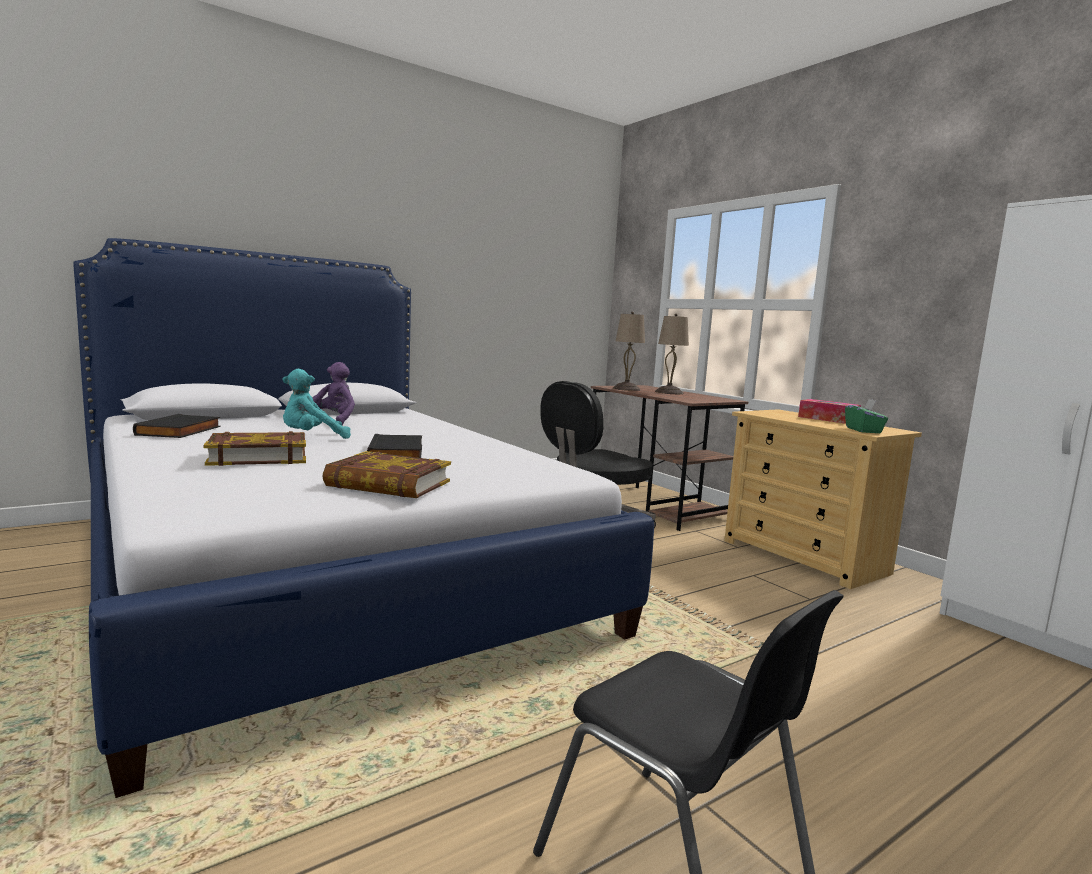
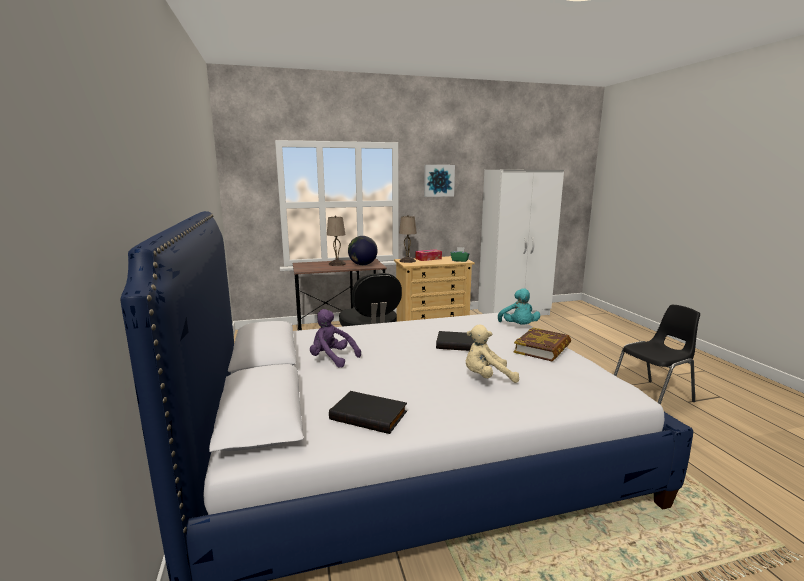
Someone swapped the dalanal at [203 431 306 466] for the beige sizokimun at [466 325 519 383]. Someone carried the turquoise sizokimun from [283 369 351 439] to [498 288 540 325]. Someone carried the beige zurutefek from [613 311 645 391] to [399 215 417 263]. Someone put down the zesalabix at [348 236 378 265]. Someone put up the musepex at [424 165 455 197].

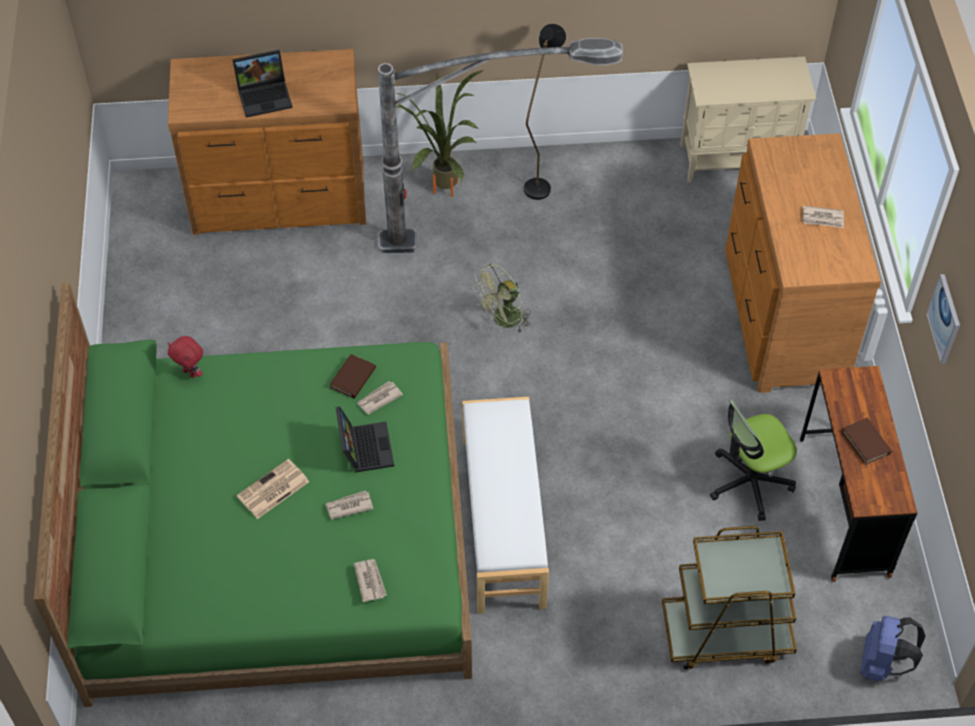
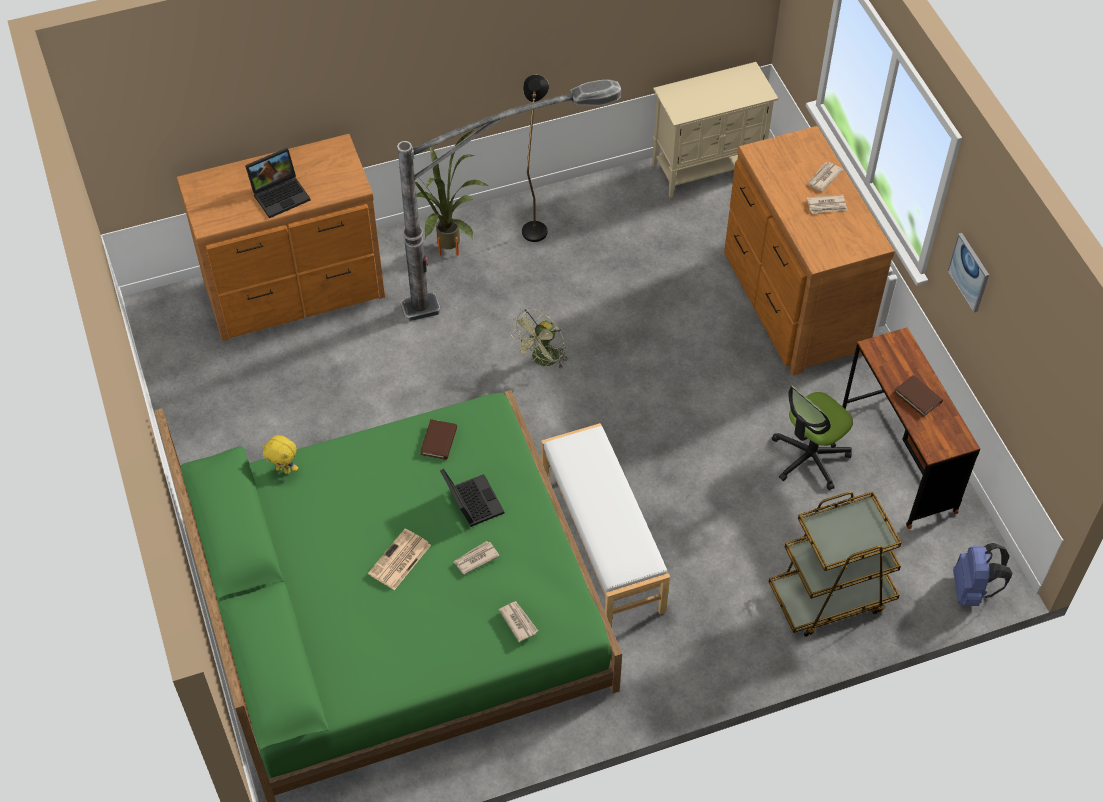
Someone repainted the red sizokimun at [168 336 203 378], which became the yellow sizokimun at [262 435 298 474]. Someone carried the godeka from [357 381 403 414] to [807 162 843 191].

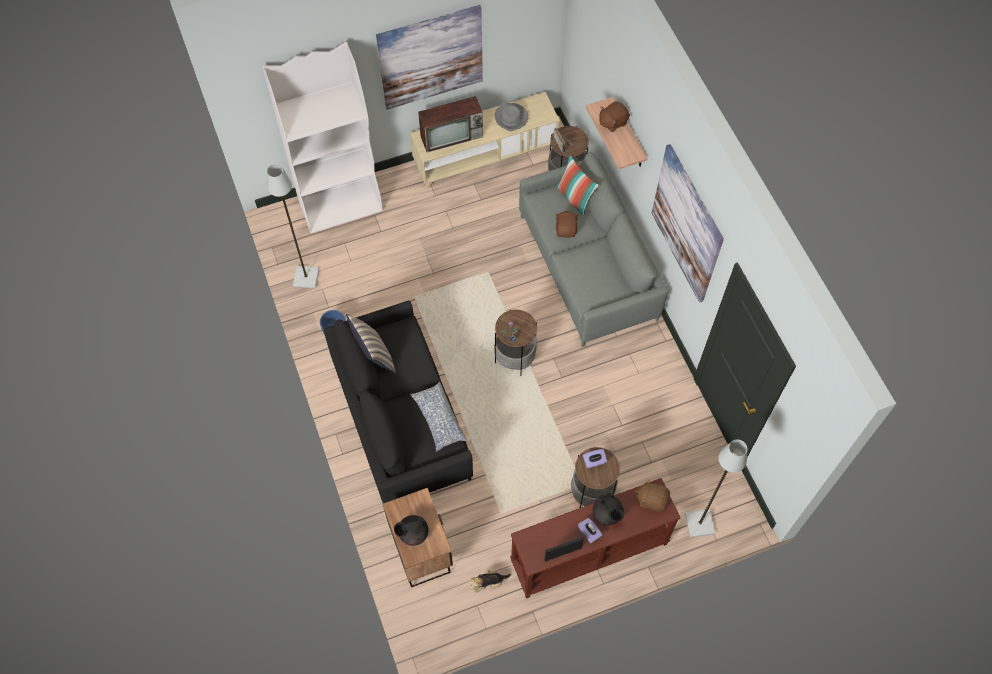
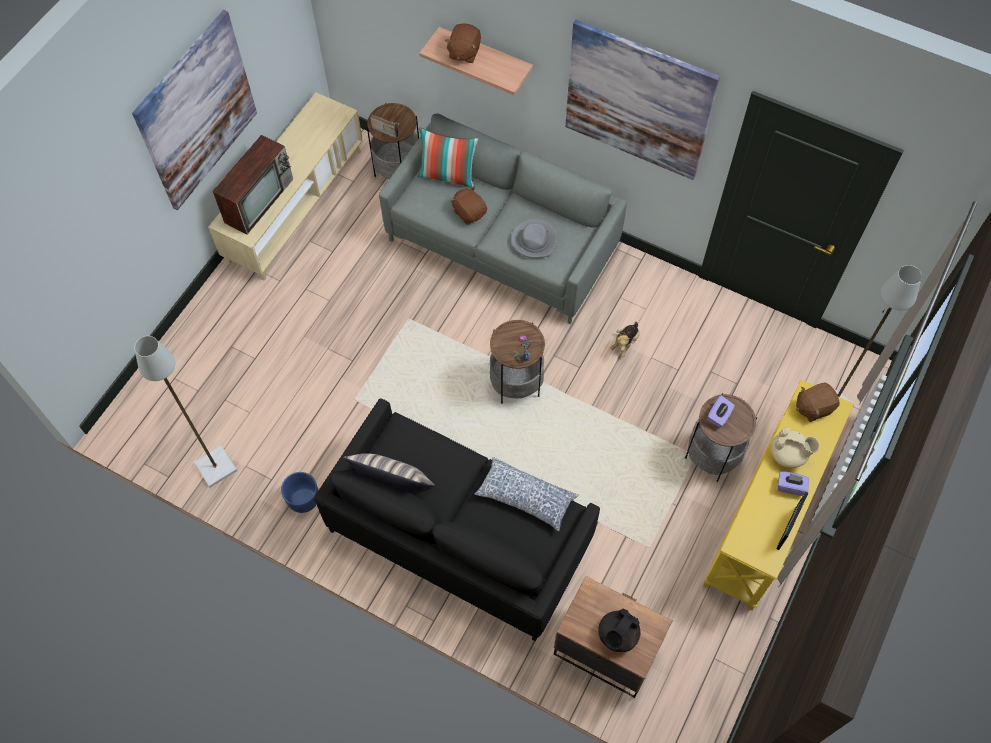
Someone took away the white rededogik at [262 42 383 233]. Someone carried the sizokimun from [470 570 511 593] to [610 321 640 357]. Someone carried the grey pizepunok from [494 103 528 131] to [511 219 558 258]. Someone repainted the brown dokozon at [510 478 680 598], which became the yellow dokozon at [703 380 854 610]. Someone repainted the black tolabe at [593 493 624 525], which became the beige tolabe at [771 428 820 468].

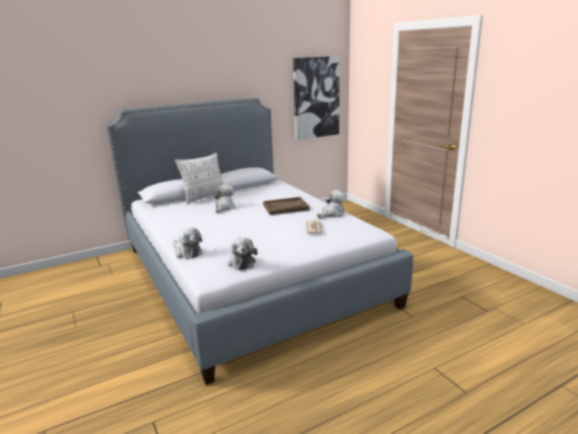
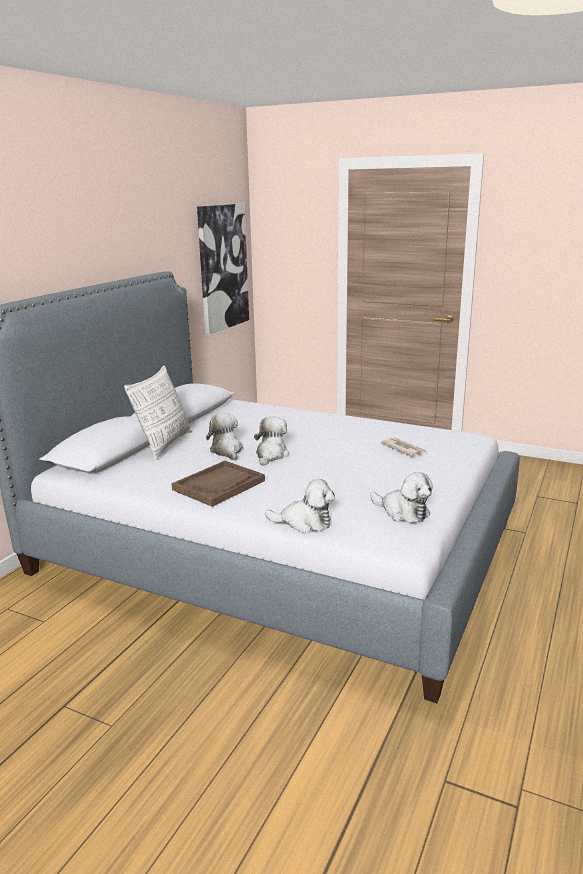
Someone carried the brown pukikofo from [263 197 310 215] to [171 461 265 507]. Someone carried the sizokimun from [317 190 346 218] to [254 417 289 466].

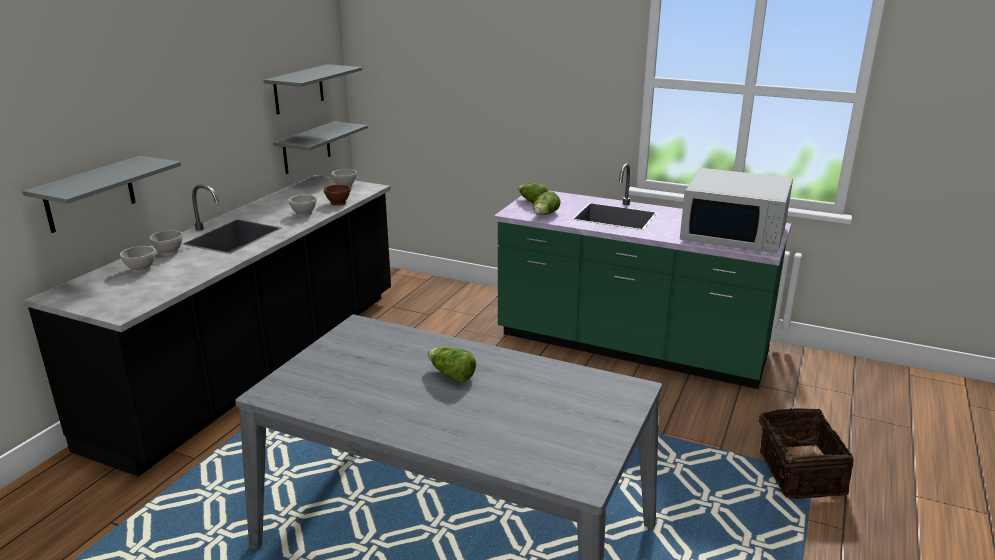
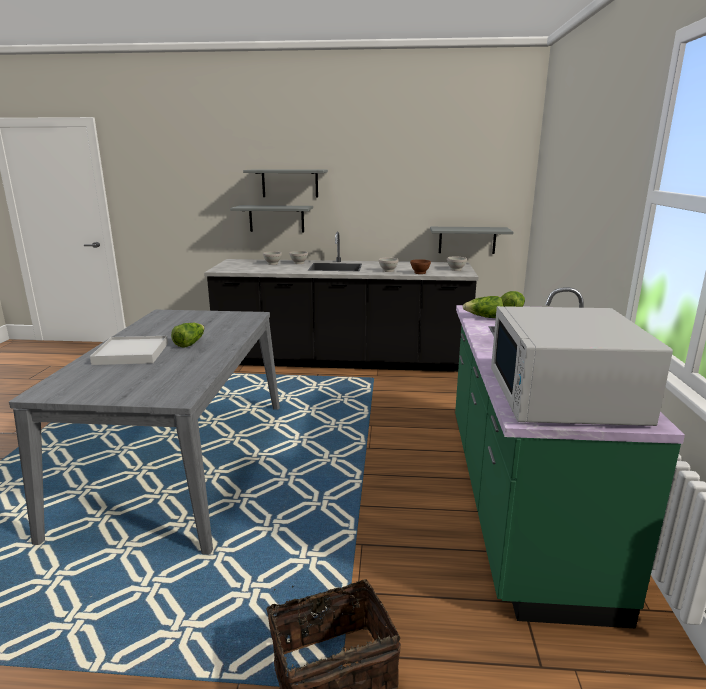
Someone carried the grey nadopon from [263 64 362 115] to [243 169 328 197]. Someone put down the white pukikofo at [90 336 168 365].

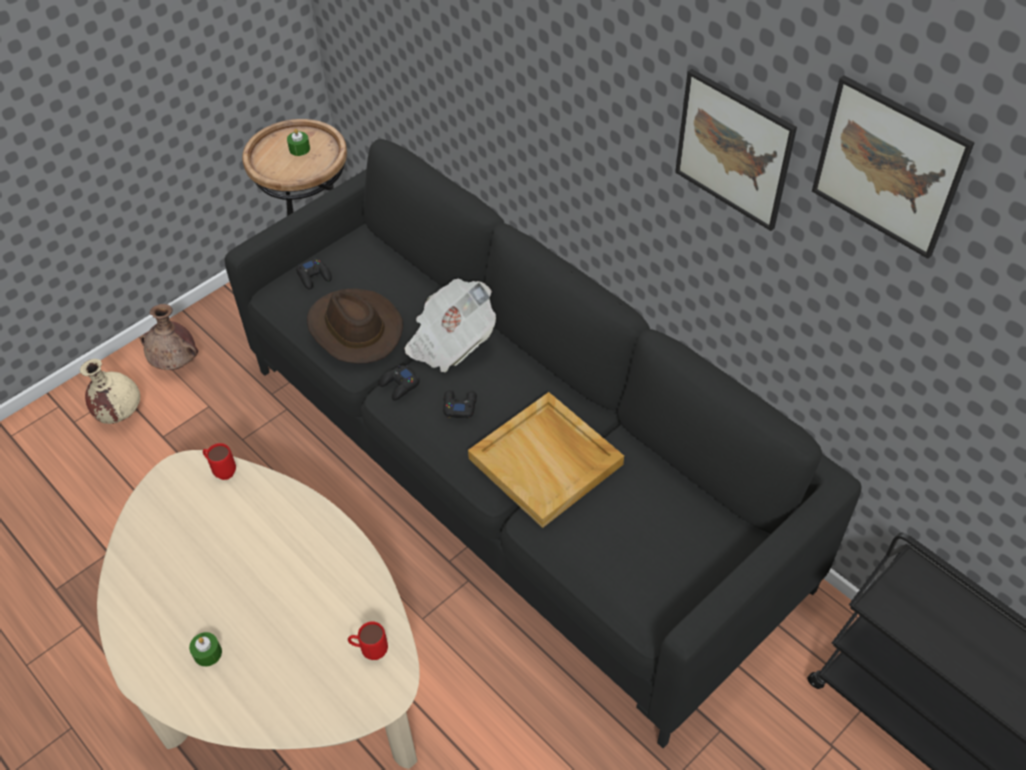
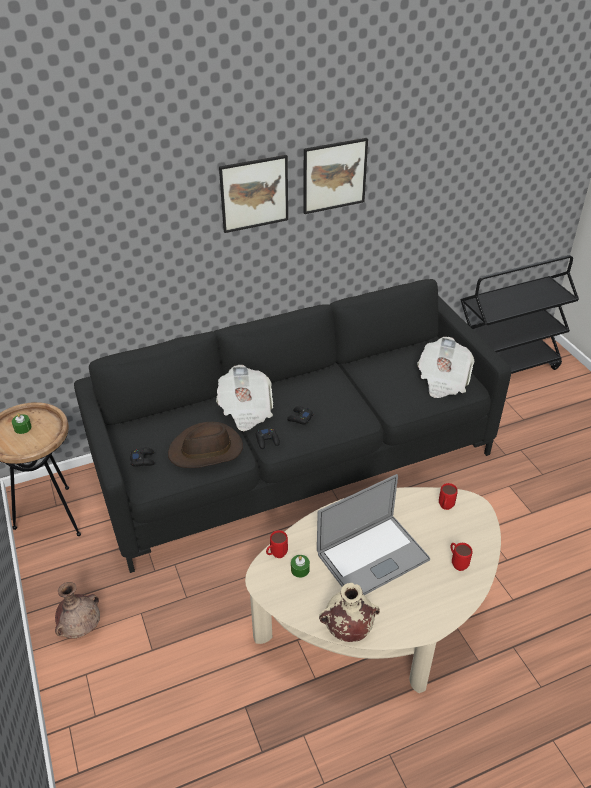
Someone carried the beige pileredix from [80 359 140 424] to [319 583 380 642]. Someone carried the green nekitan from [189 632 222 667] to [291 555 310 578]. Someone took away the beige pukikofo at [468 392 624 528]. Someone carried the musepex from [812 75 975 259] to [219 155 288 233]. Someone put down the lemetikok at [317 474 430 595]. Someone put down the godeka at [417 337 474 398]. Someone put down the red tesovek at [450 543 472 571].

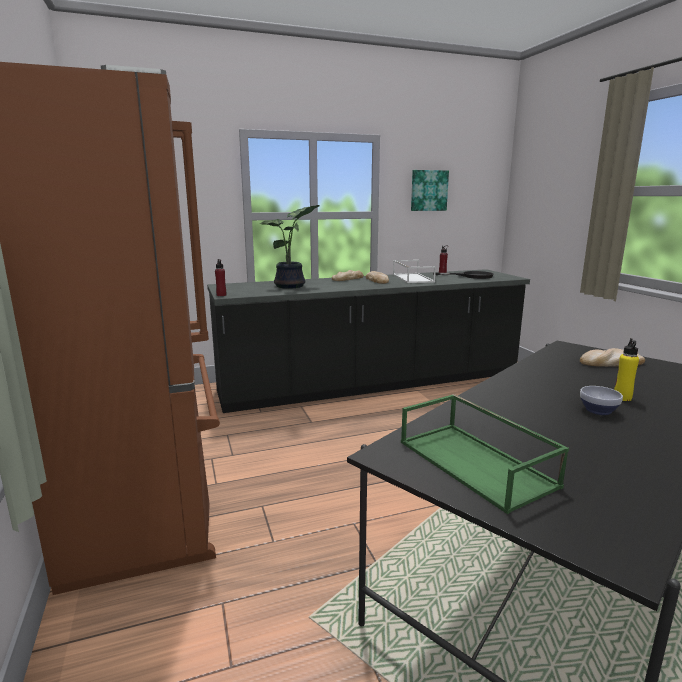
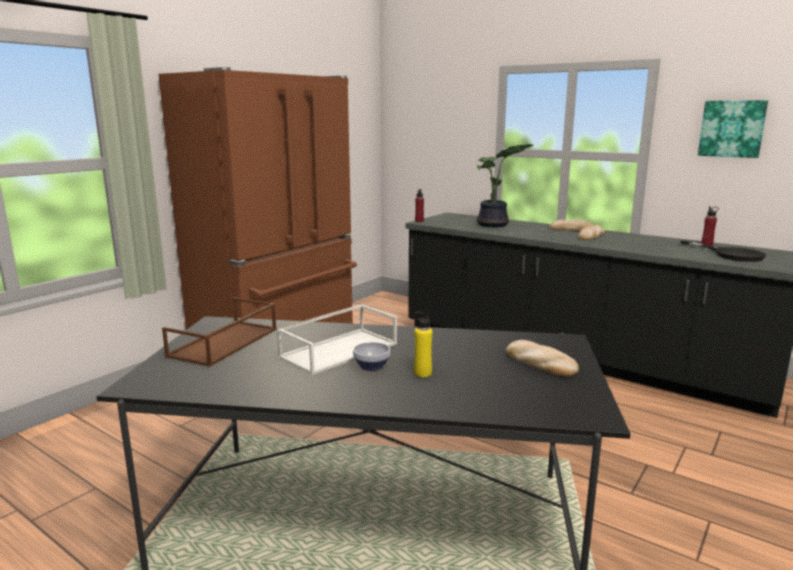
Someone carried the white pukikofo from [393 260 436 283] to [276 304 397 375]. Someone repainted the green pukikofo at [401 394 569 514], which became the brown pukikofo at [162 297 277 367].

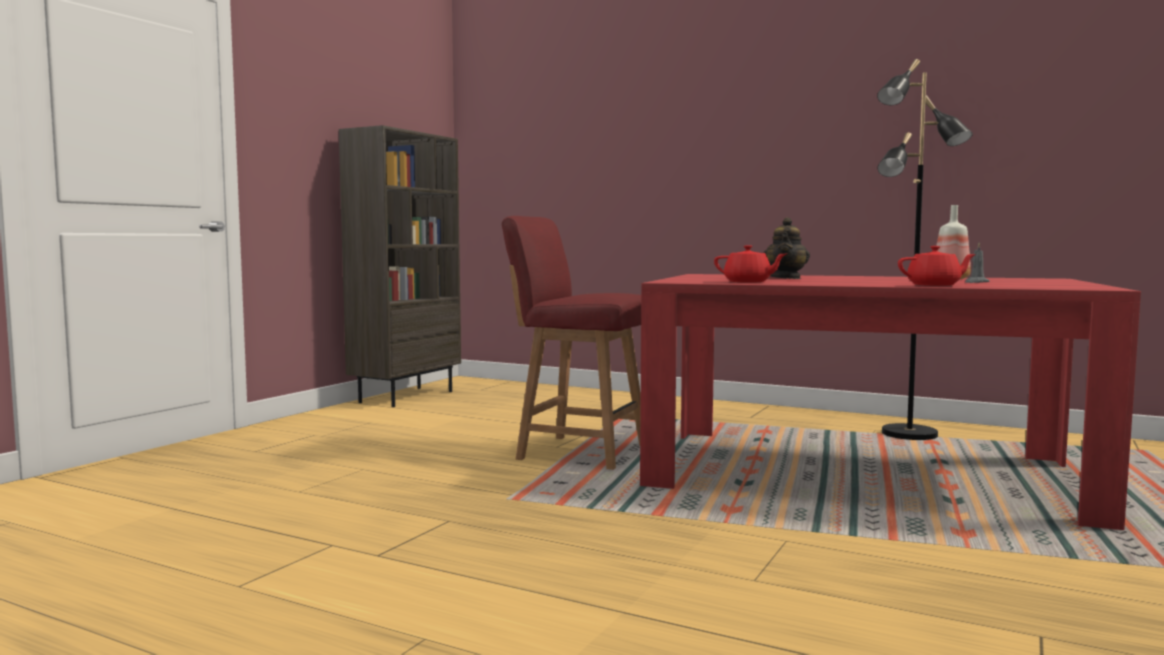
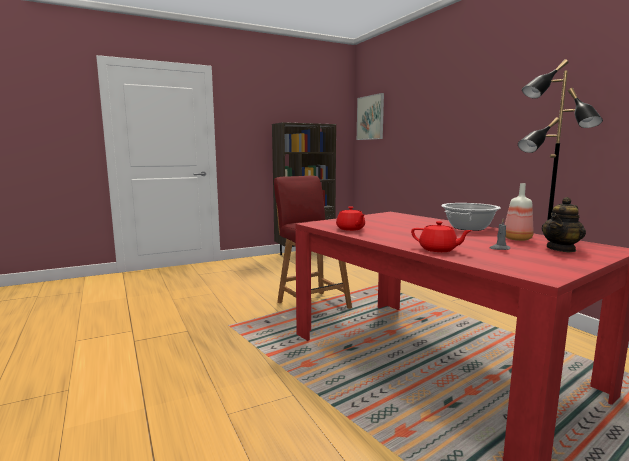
Someone carried the tolabe from [763 217 810 279] to [542 197 586 252]. Someone put up the musepex at [357 93 384 140]. Someone put down the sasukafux at [441 203 501 231].

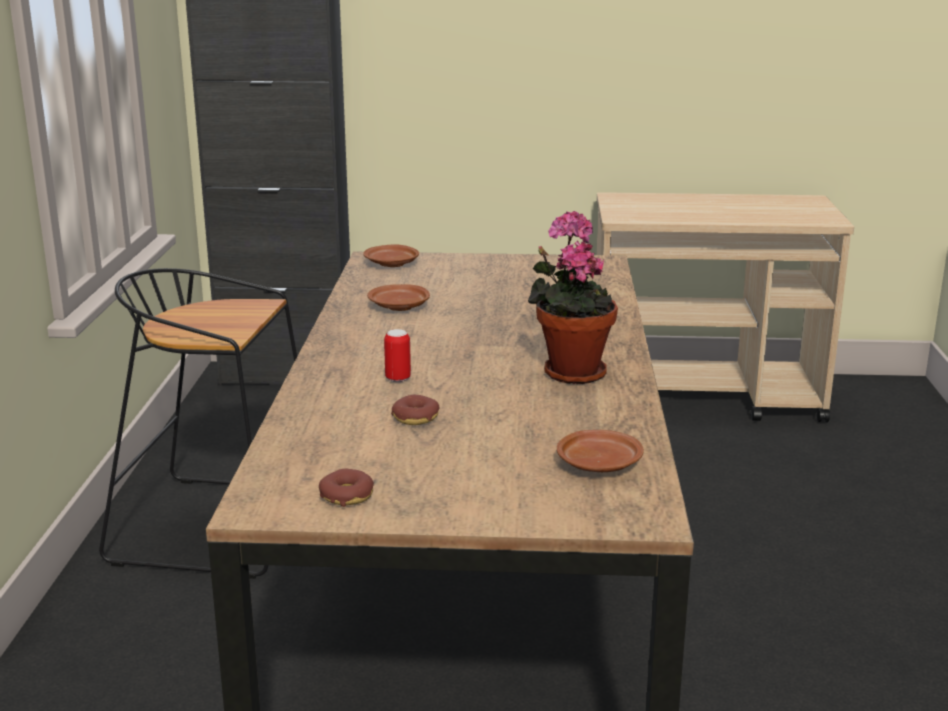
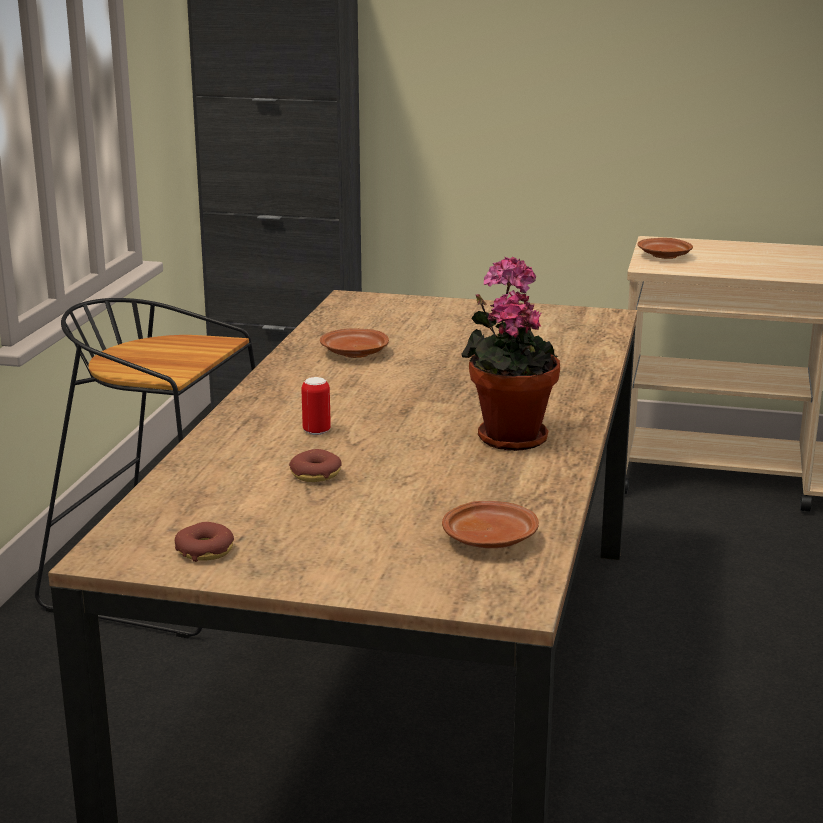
Someone carried the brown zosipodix from [363 245 419 267] to [637 238 693 259].

